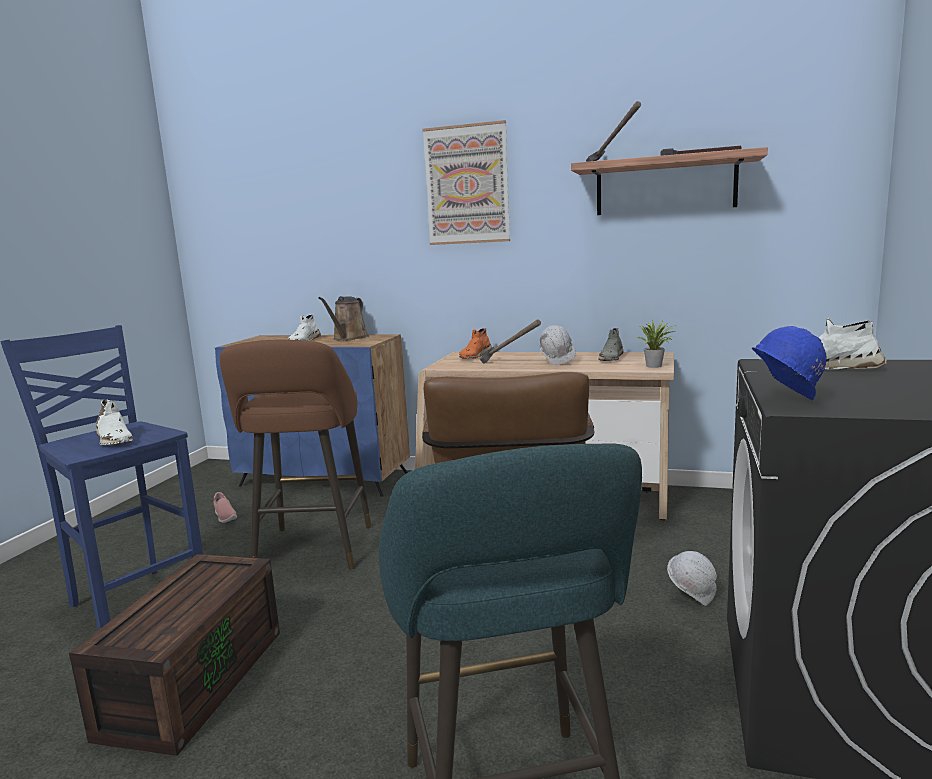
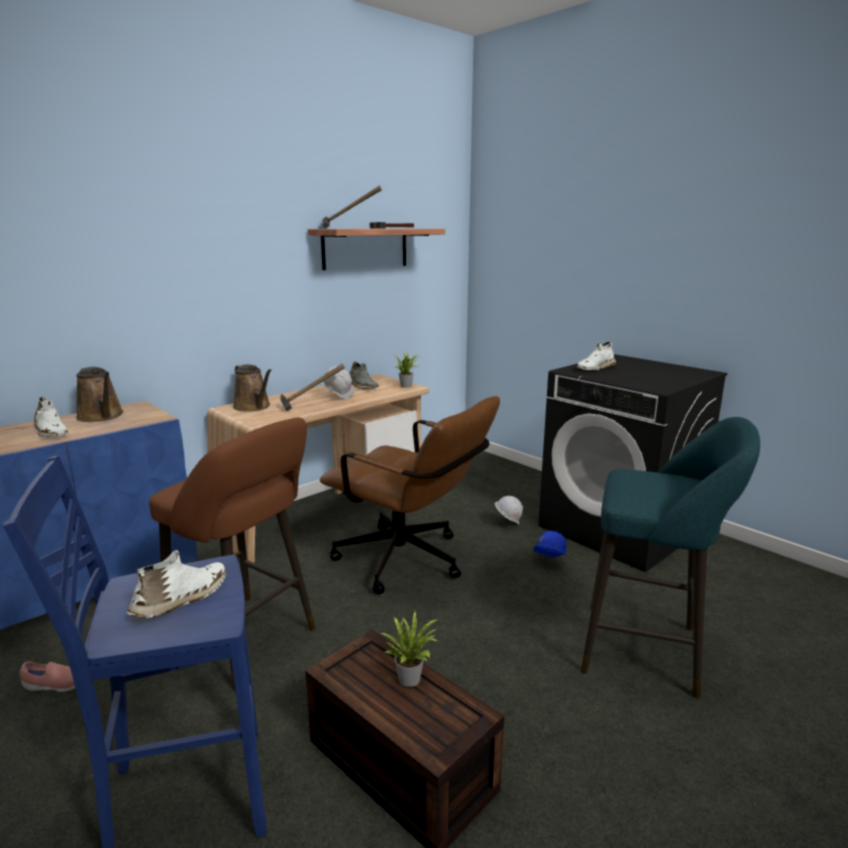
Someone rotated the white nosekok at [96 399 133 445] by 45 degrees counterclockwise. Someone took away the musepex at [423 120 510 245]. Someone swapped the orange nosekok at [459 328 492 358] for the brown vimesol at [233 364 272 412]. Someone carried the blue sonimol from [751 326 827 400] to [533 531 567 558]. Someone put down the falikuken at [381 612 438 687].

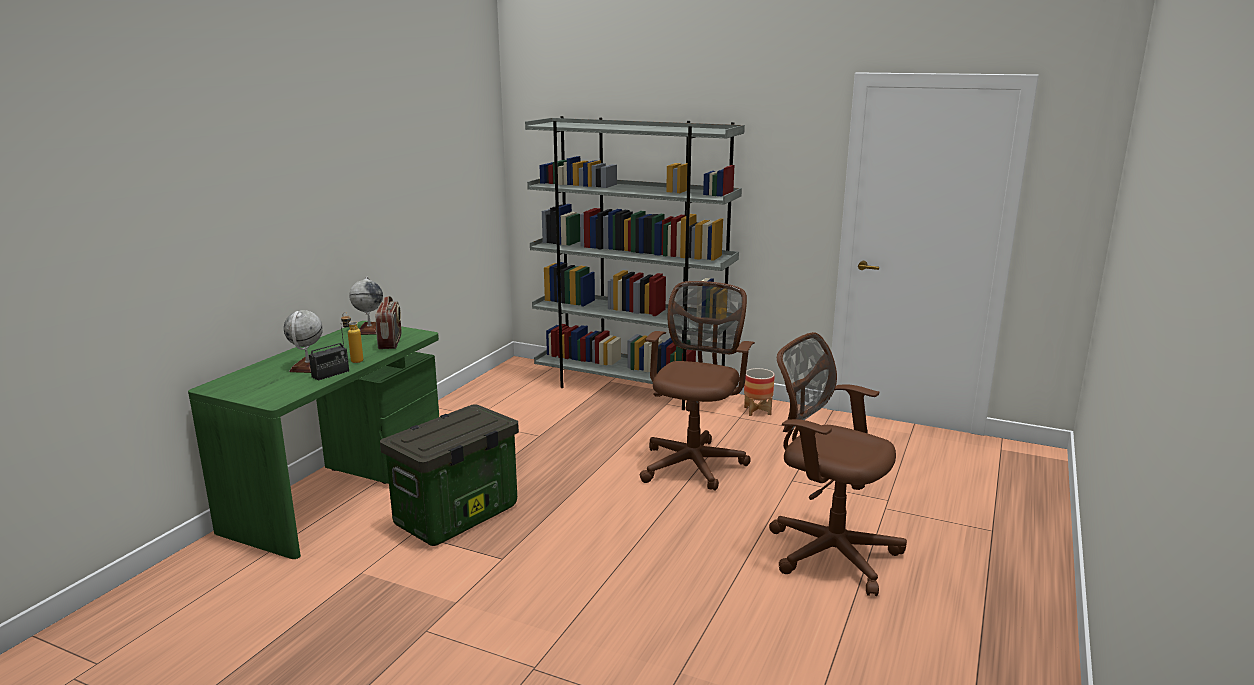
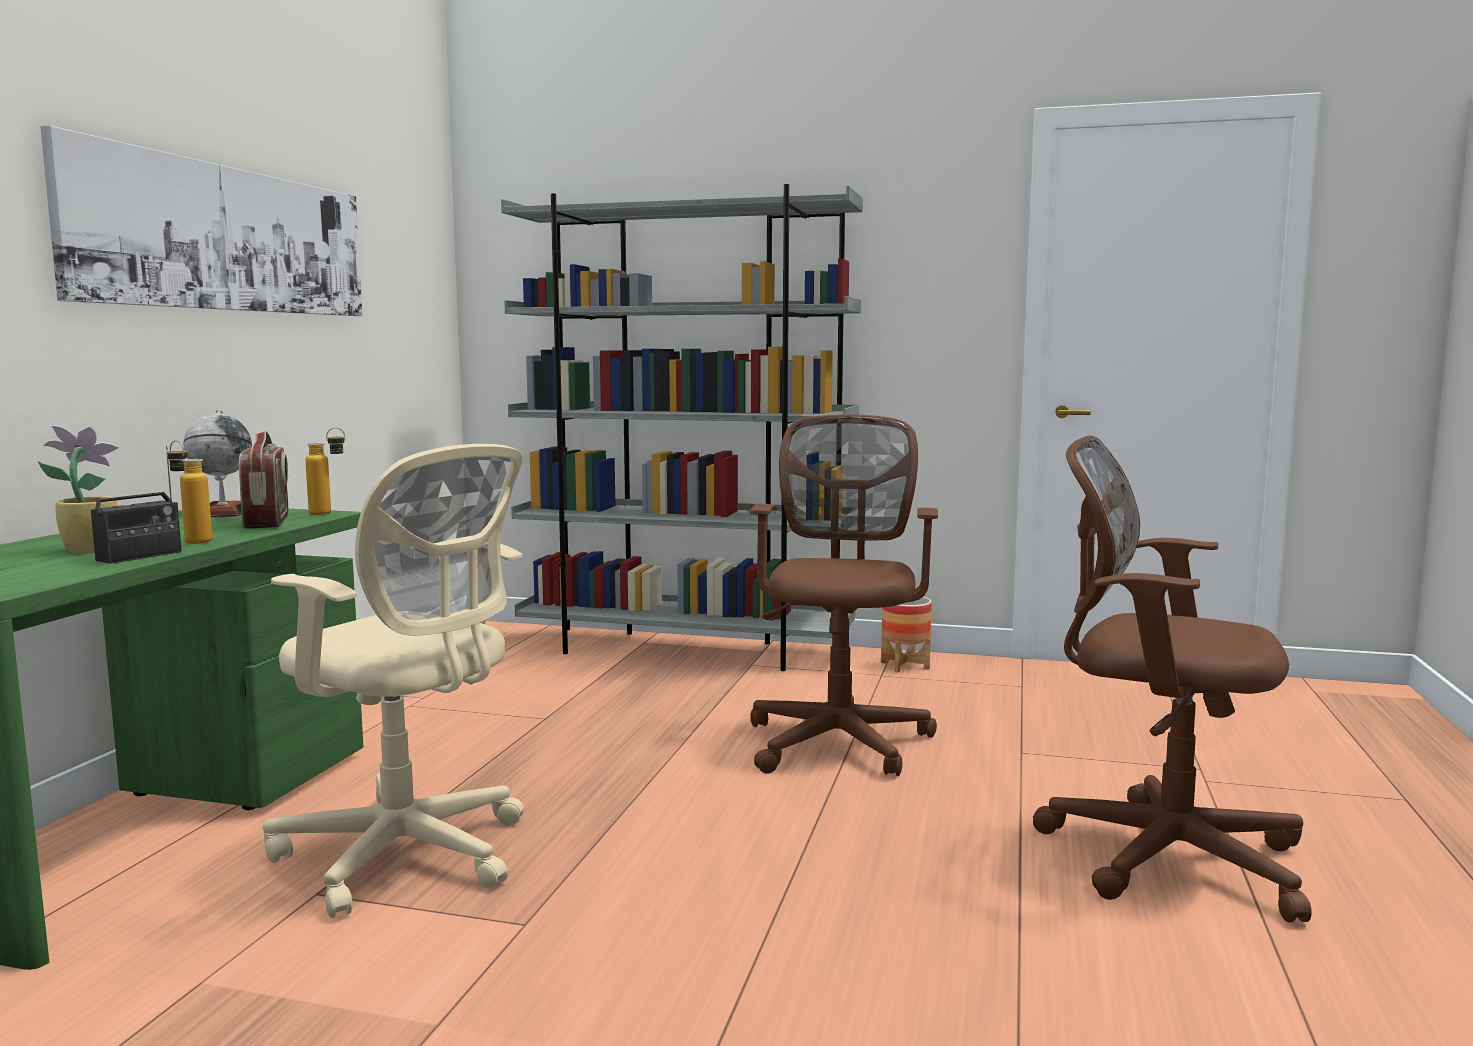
Someone swapped the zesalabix at [284 310 323 373] for the falikuken at [38 425 119 553]. Someone swapped the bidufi at [380 405 519 546] for the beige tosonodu at [263 444 524 918]. Someone put up the musepex at [40 125 363 316]. Someone put down the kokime at [305 428 345 515].

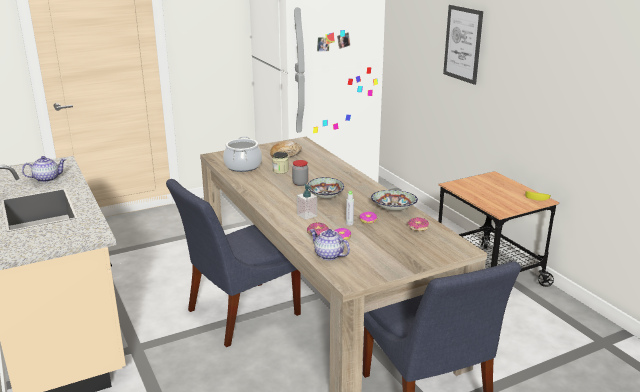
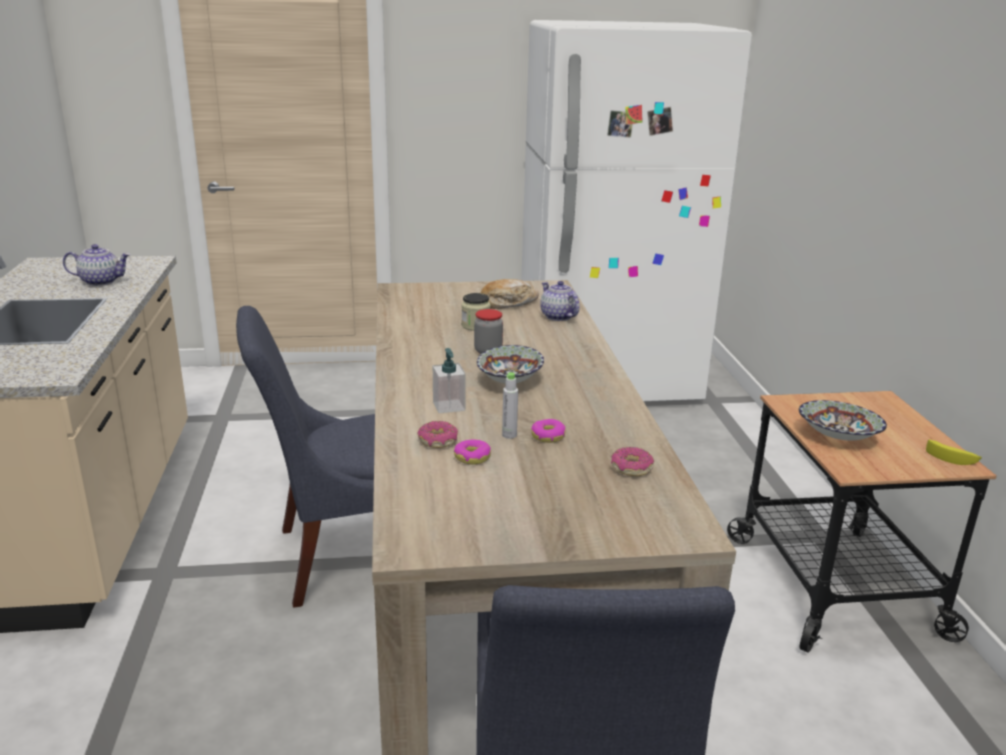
Someone took away the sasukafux at [223 136 262 172]. Someone carried the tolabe from [310 229 350 260] to [540 281 580 321]. Someone carried the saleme from [371 190 418 211] to [799 400 887 441]. Someone took away the musepex at [443 5 483 85].

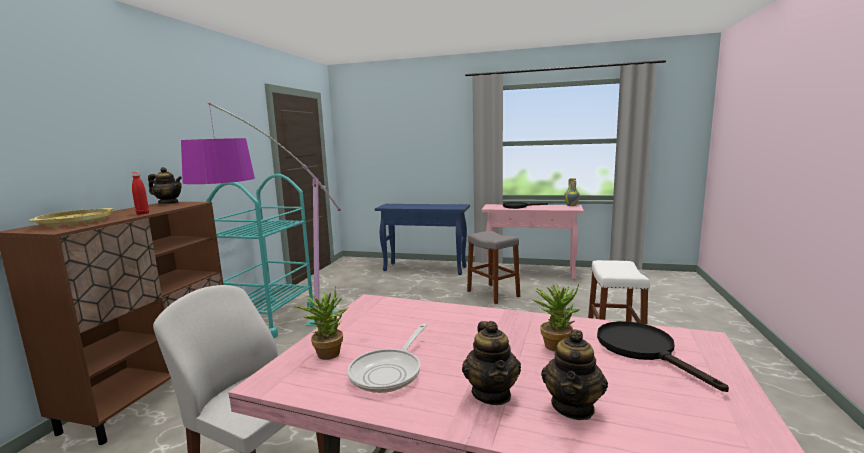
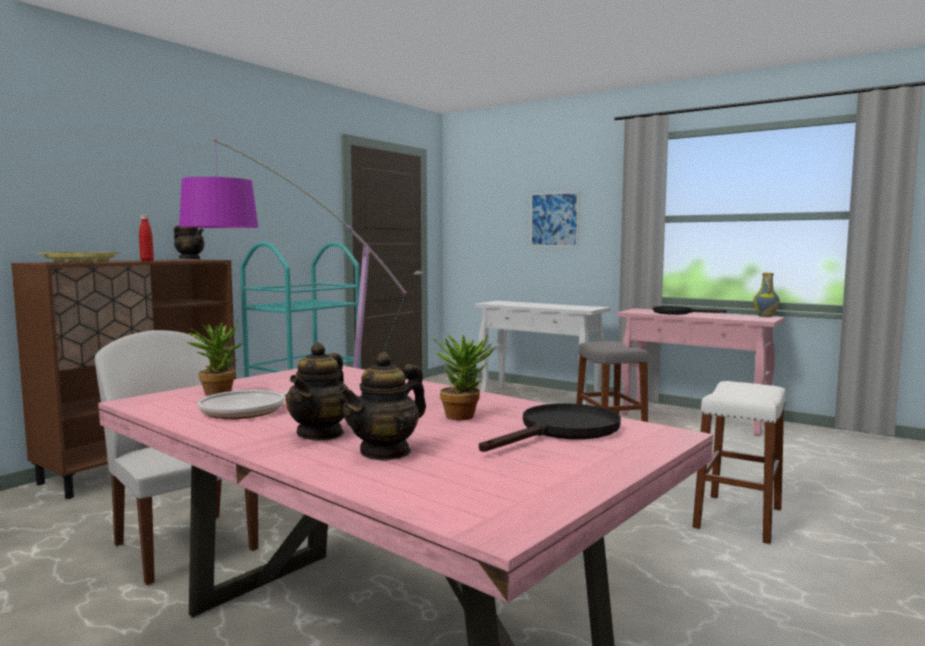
Someone repainted the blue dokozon at [375 204 470 275], which became the white dokozon at [475 301 611 405]. Someone rotated the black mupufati at [597 321 729 392] by 45 degrees clockwise. Someone put up the musepex at [530 191 580 247].

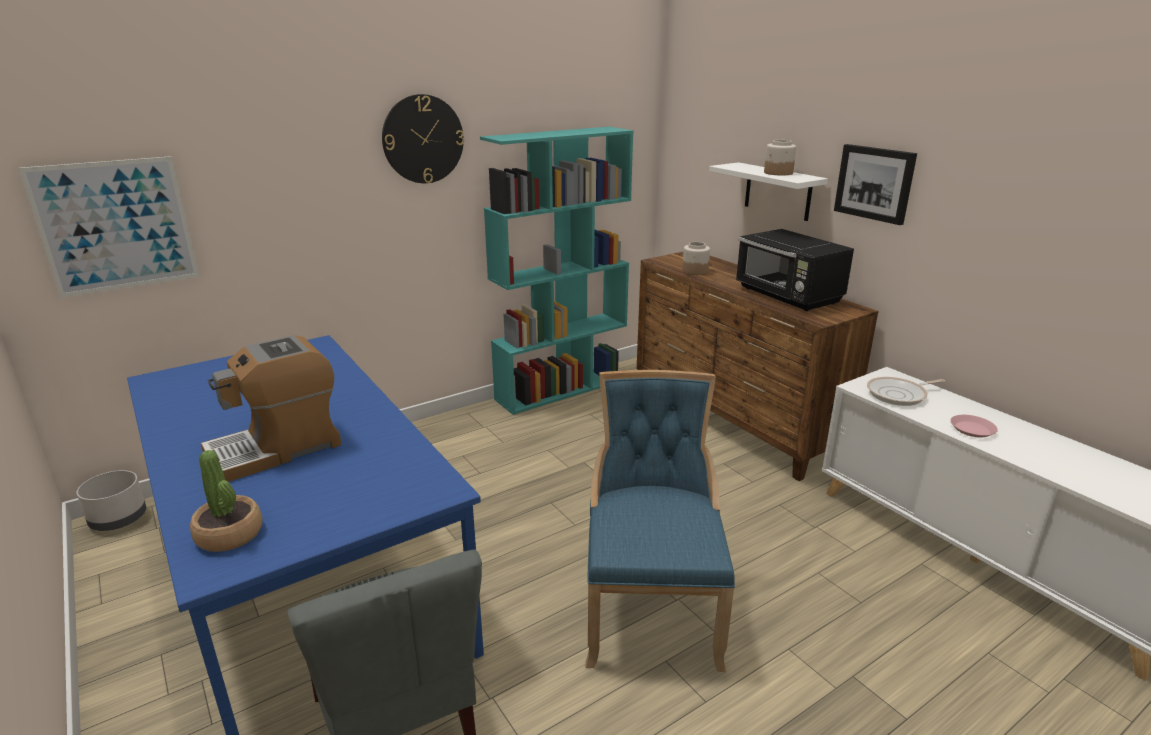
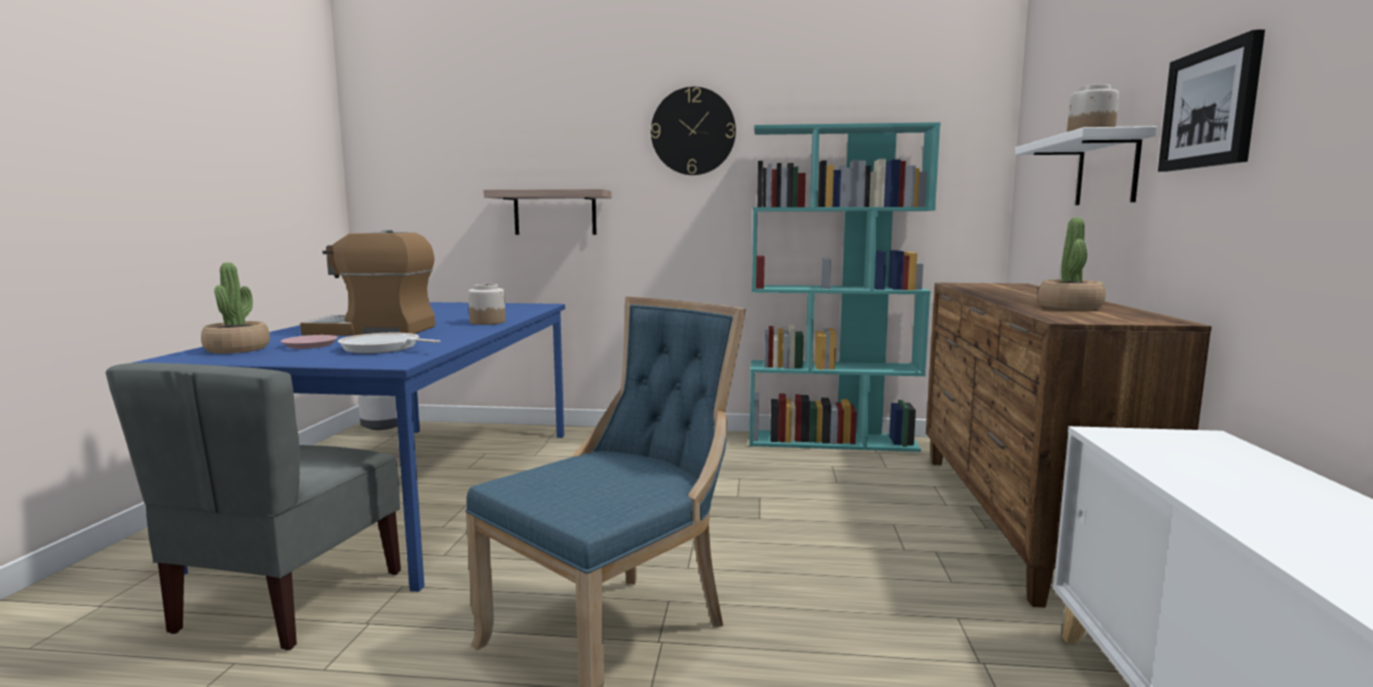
Someone took away the musepex at [19 156 199 298]. Someone carried the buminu from [682 242 710 275] to [468 284 506 325]. Someone swapped the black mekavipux at [736 229 854 311] for the falikuken at [1038 217 1106 310]. Someone carried the mupufati from [867 377 945 406] to [338 333 440 354]. Someone carried the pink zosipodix from [950 415 998 438] to [281 335 338 349]. Someone put up the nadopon at [484 189 612 235].

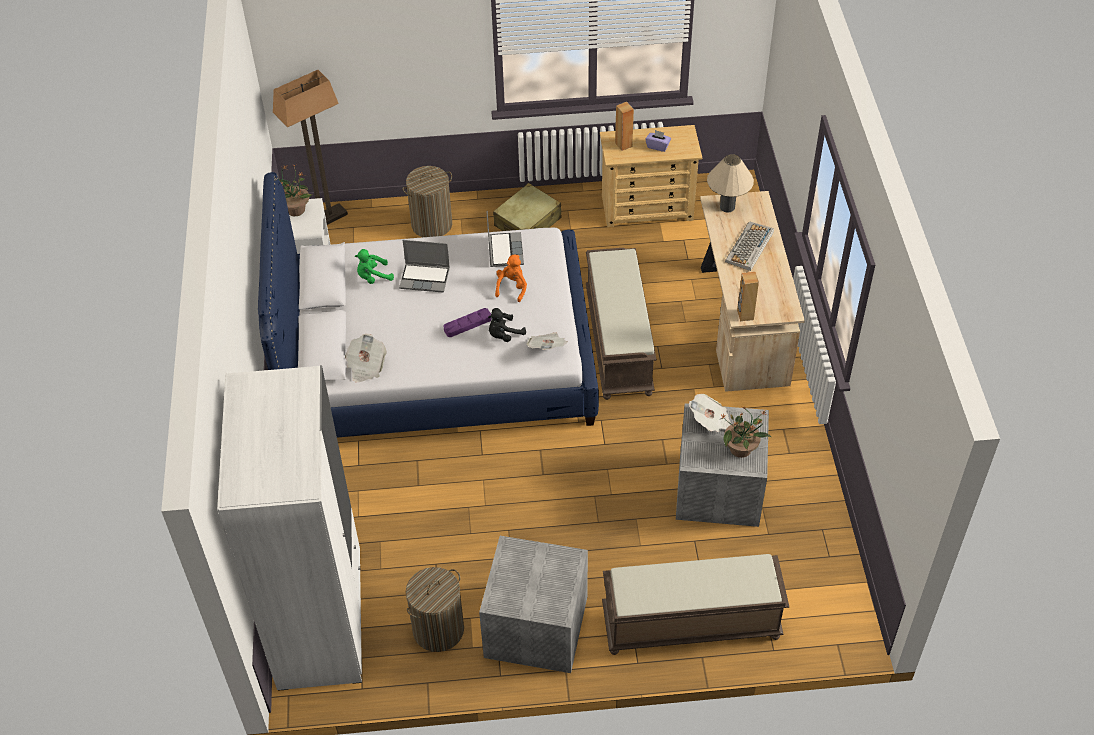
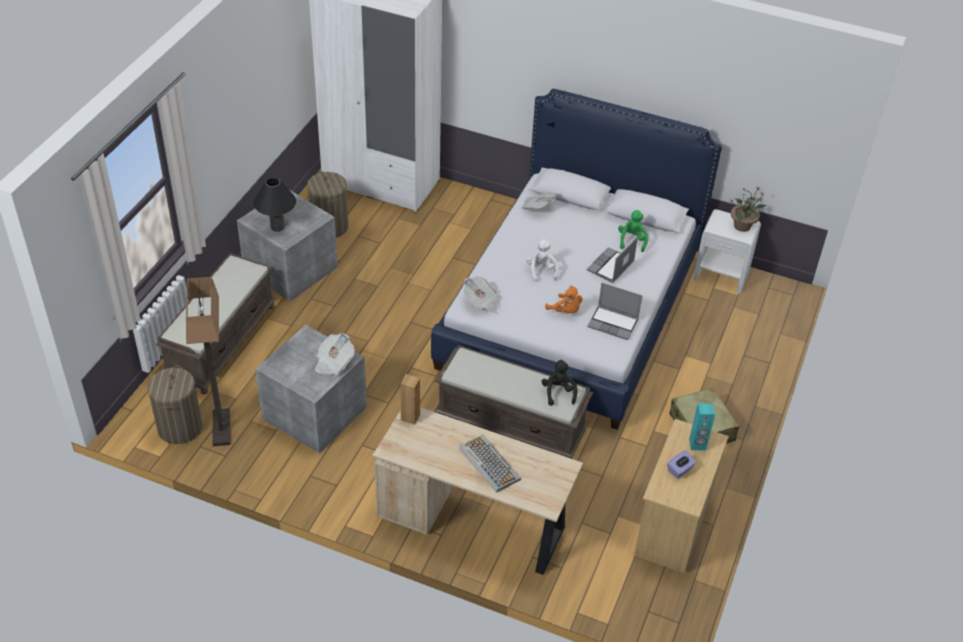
Someone carried the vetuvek from [273 70 348 225] to [186 277 230 446]. Someone carried the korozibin from [402 166 452 237] to [147 365 202 444]. Someone swapped the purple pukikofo at [444 308 492 337] for the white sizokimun at [526 239 559 282]. Someone carried the black sizokimun from [488 308 526 342] to [542 359 578 406]. Someone repainted the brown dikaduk at [615 102 634 151], which became the turquoise dikaduk at [689 403 715 450]. Someone took away the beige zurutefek at [707 154 754 212]. Someone took away the falikuken at [719 406 771 458]. Someone put down the black zurutefek at [253 178 296 232].

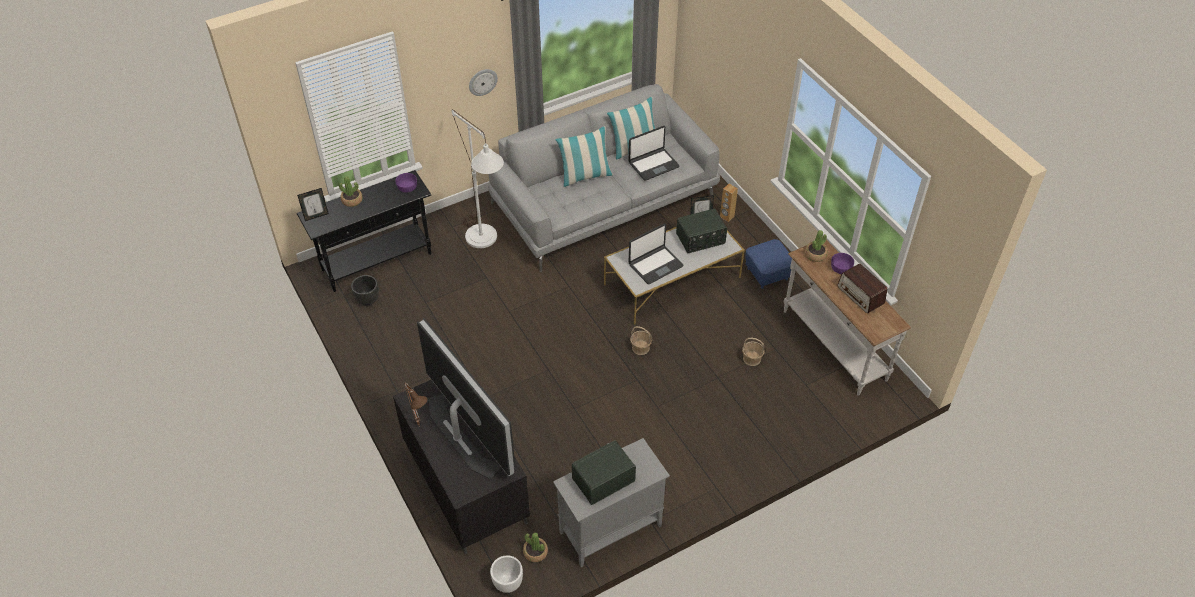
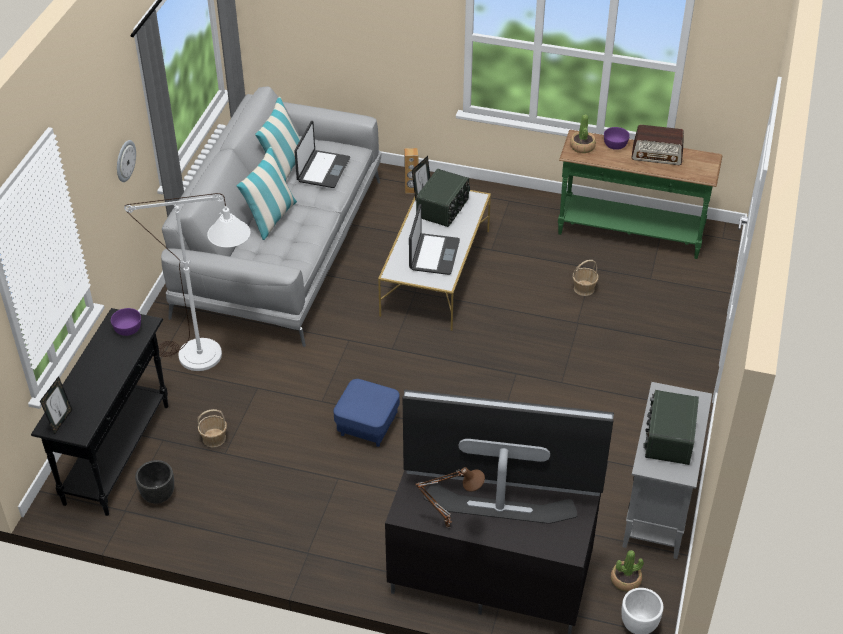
Someone took away the falikuken at [339 177 363 207]. Someone carried the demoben from [630 326 652 355] to [197 409 227 448]. Someone carried the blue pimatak from [745 239 792 289] to [334 379 400 447]. Someone repainted the white dokozon at [784 240 911 396], which became the green dokozon at [558 130 723 259].

